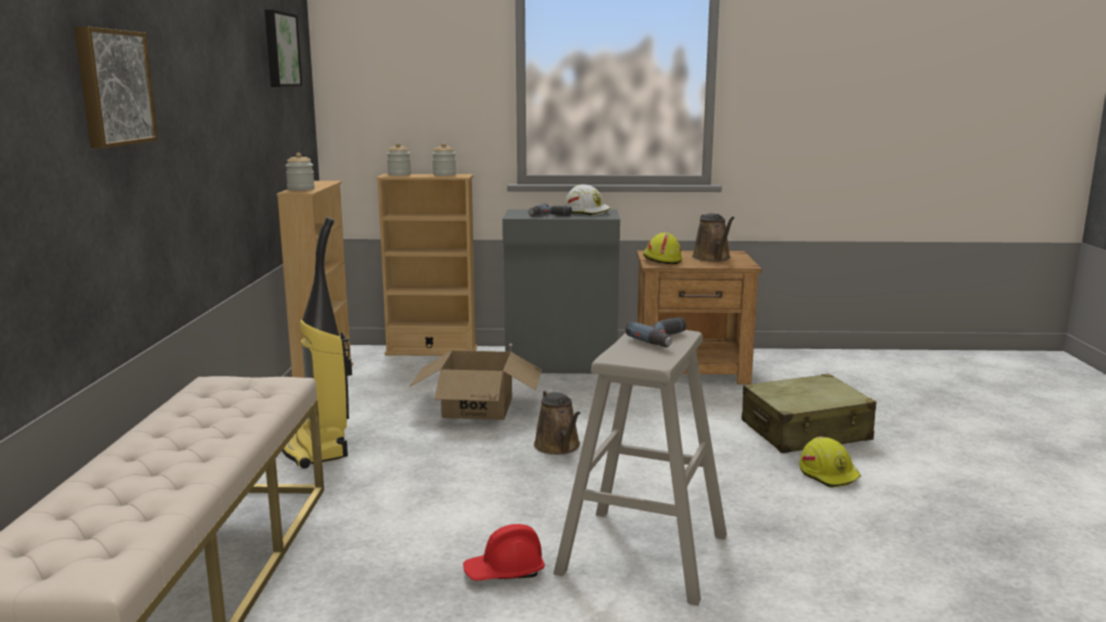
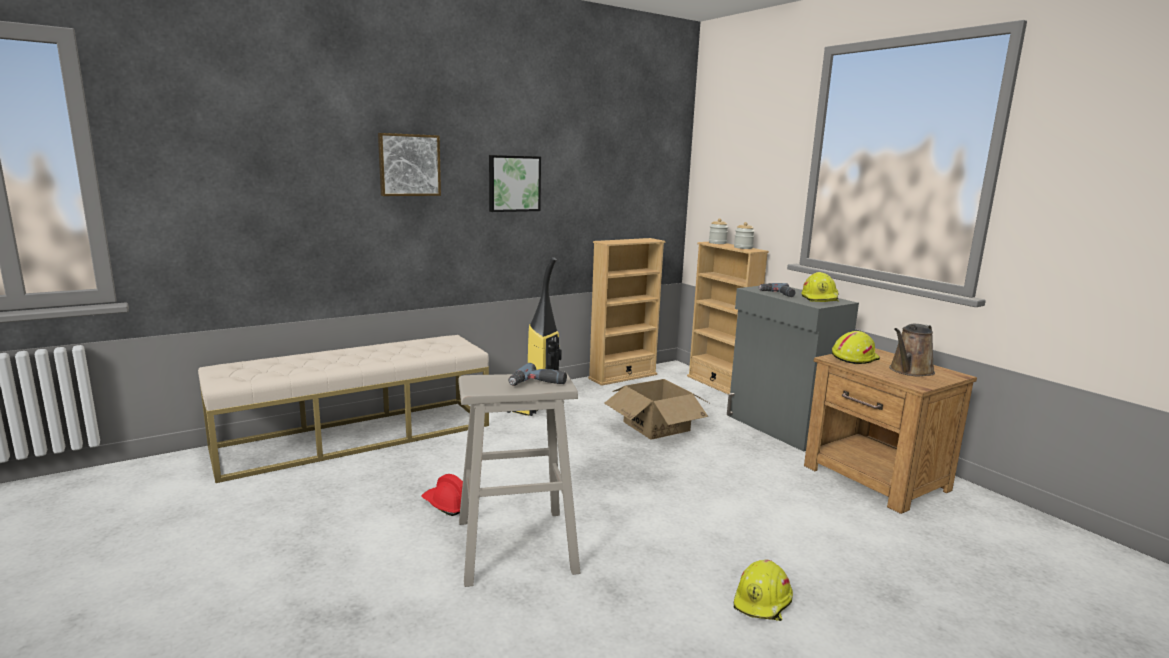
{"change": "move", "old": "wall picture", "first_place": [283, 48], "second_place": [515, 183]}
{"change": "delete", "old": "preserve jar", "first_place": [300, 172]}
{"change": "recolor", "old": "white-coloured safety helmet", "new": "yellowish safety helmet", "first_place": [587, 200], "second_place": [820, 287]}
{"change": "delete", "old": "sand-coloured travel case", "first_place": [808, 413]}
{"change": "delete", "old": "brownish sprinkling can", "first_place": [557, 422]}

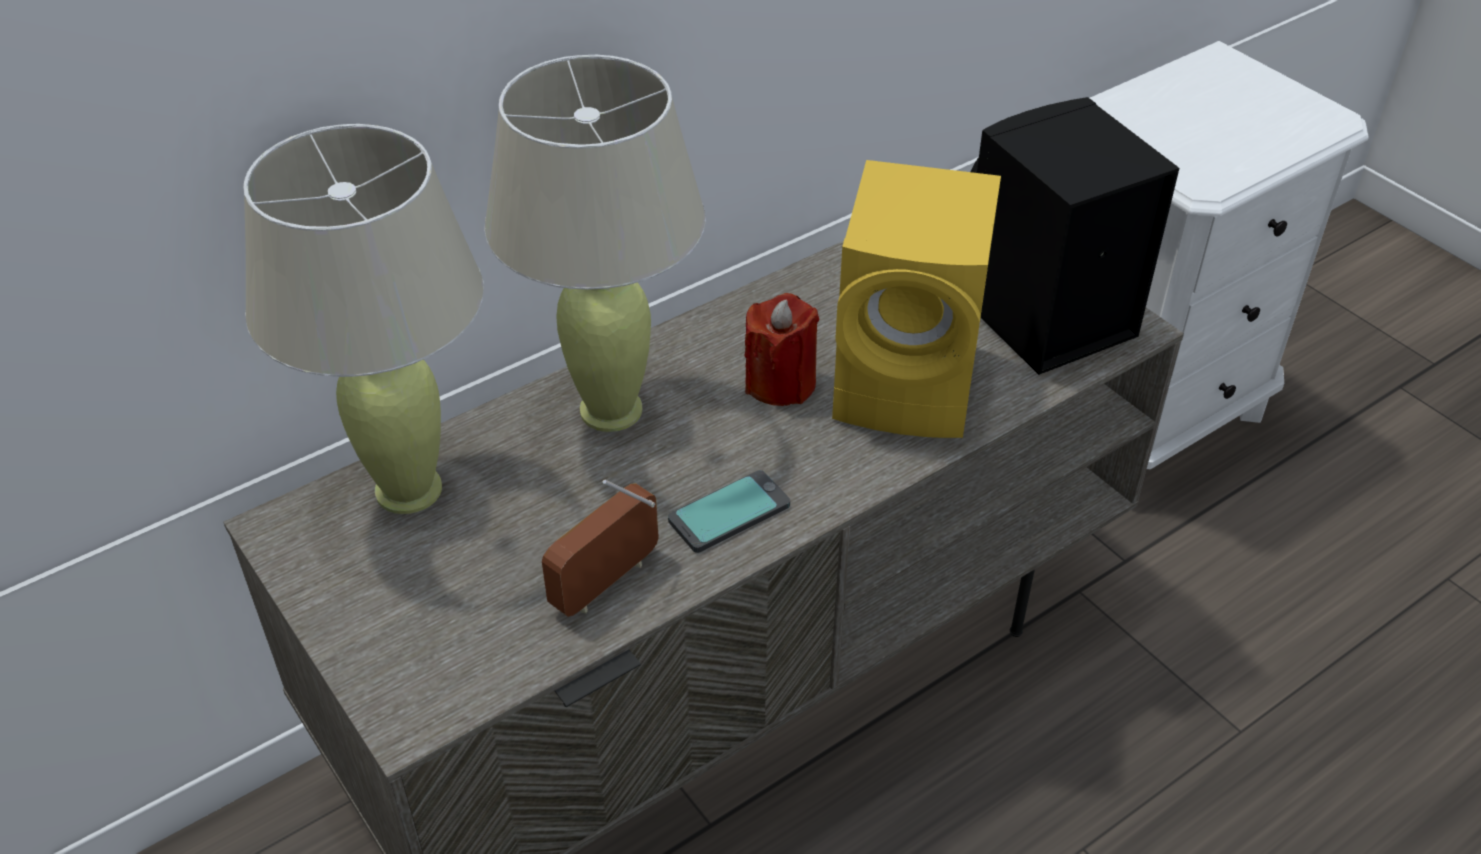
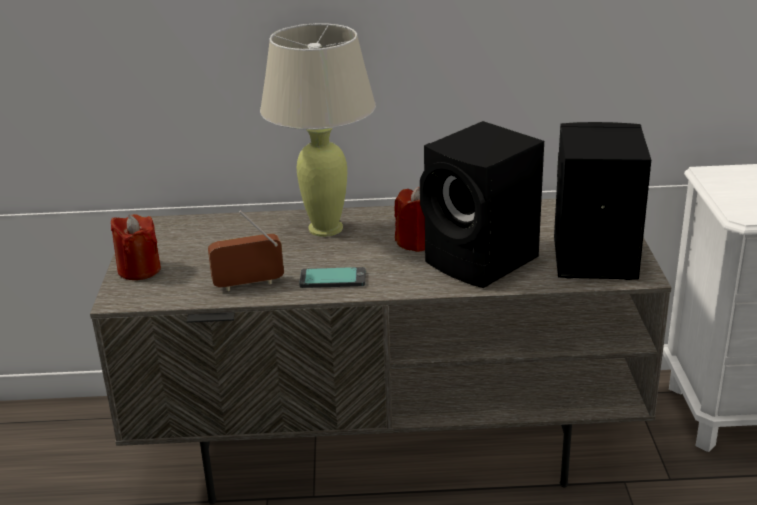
{"change": "delete", "old": "sand-coloured table lamp", "first_place": [363, 319]}
{"change": "recolor", "old": "yellowish audio speaker", "new": "black-coloured audio speaker", "first_place": [916, 299], "second_place": [482, 204]}
{"change": "insert", "new": "red wax light", "second_place": [136, 247]}

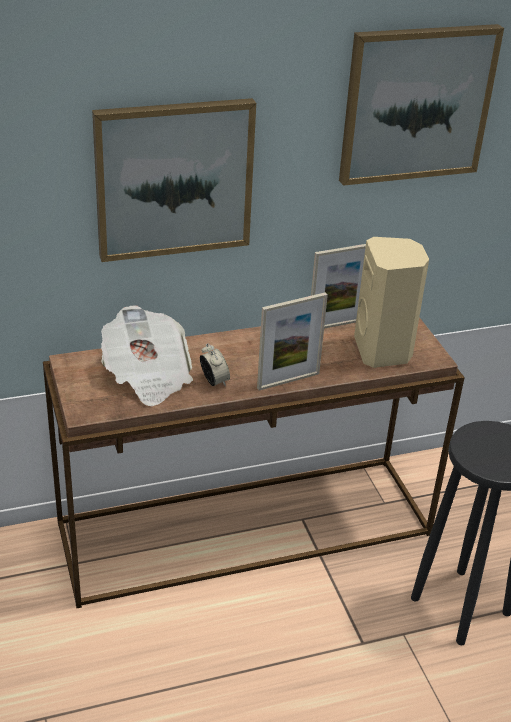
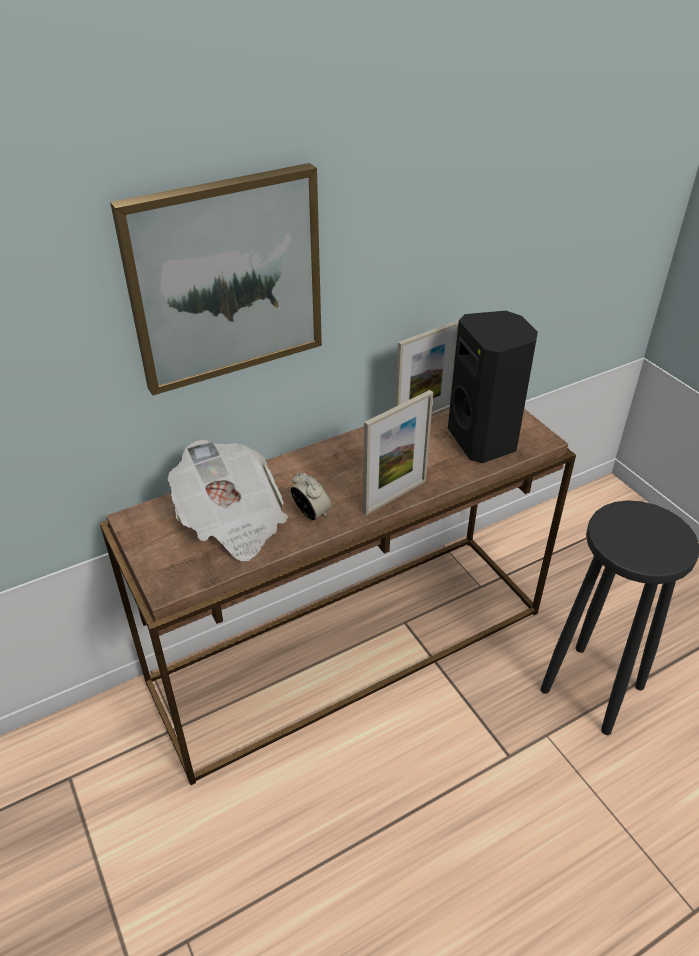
{"change": "delete", "old": "wall picture", "first_place": [421, 105]}
{"change": "recolor", "old": "sand-coloured audio speaker", "new": "black-coloured audio speaker", "first_place": [391, 302], "second_place": [493, 387]}

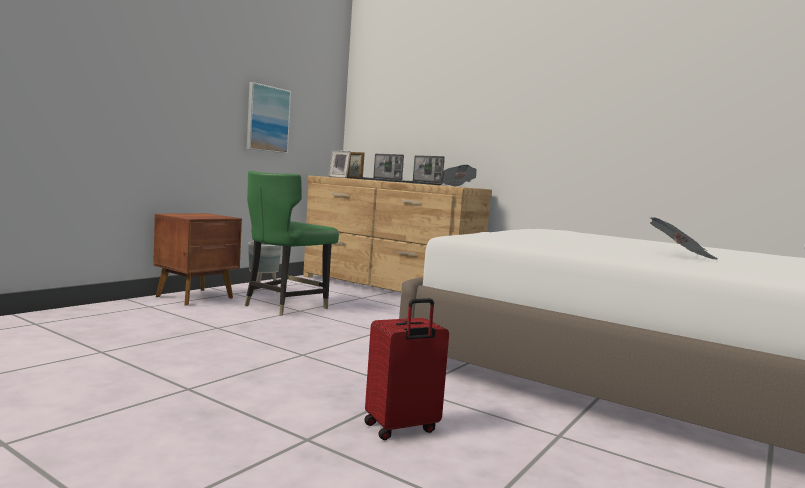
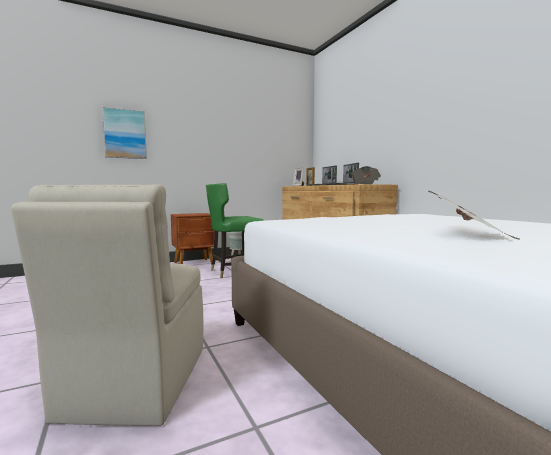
{"change": "move", "old": "wall picture", "first_place": [269, 117], "second_place": [124, 133]}
{"change": "replace", "old": "red travel case", "new": "sand-coloured upright chair", "first_place": [406, 369], "second_place": [107, 305]}

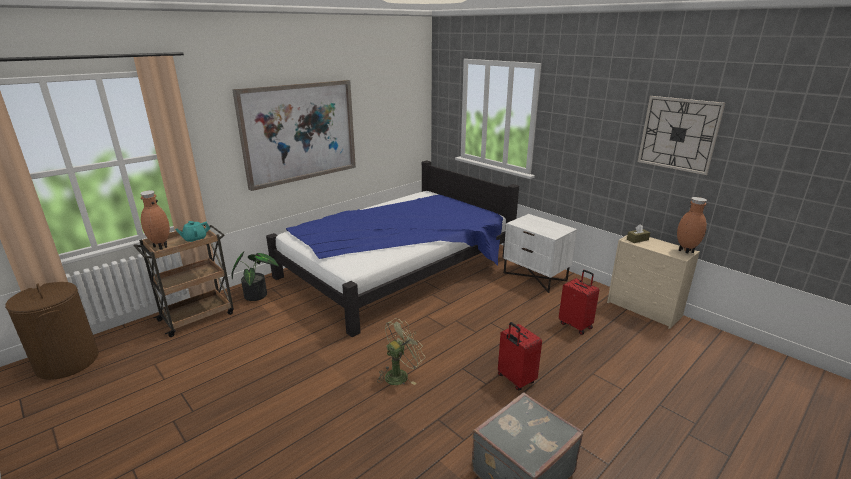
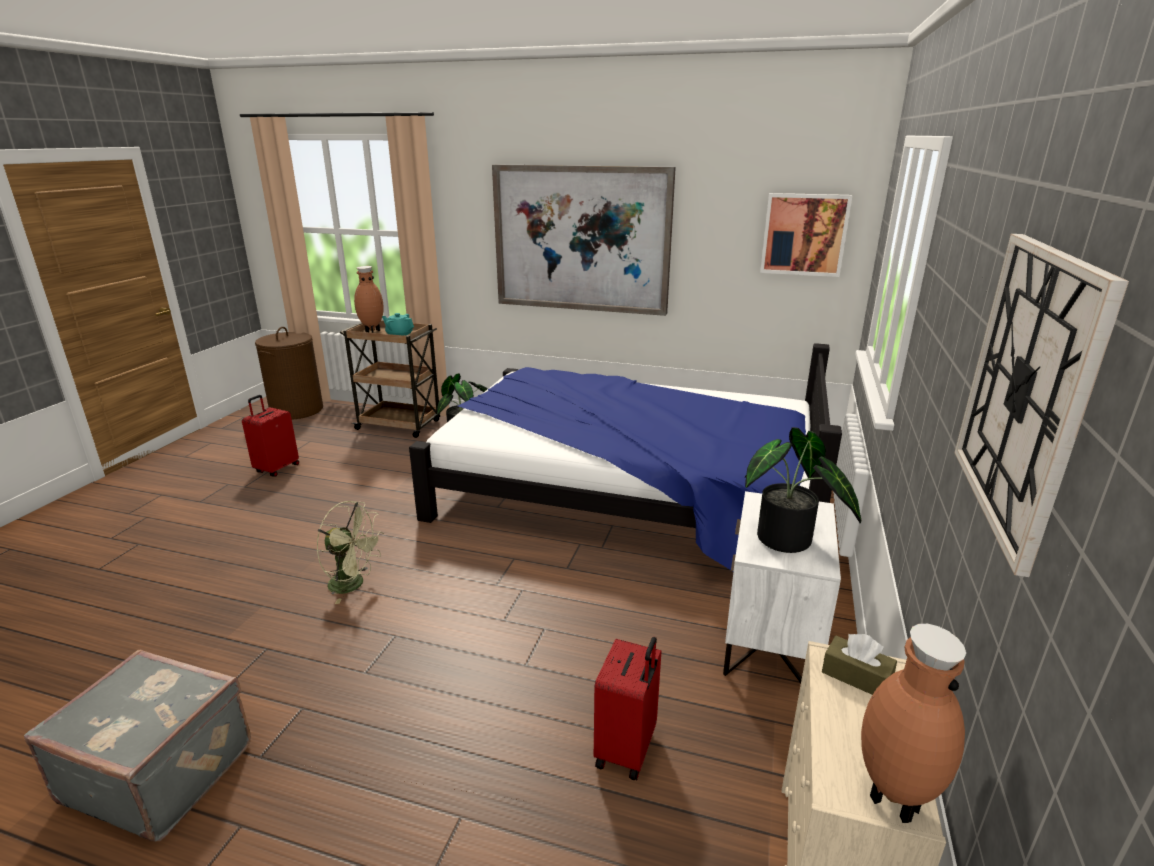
{"change": "move", "old": "red travel case", "first_place": [520, 356], "second_place": [270, 436]}
{"change": "insert", "new": "wall picture", "second_place": [806, 235]}
{"change": "insert", "new": "potted plant", "second_place": [803, 490]}

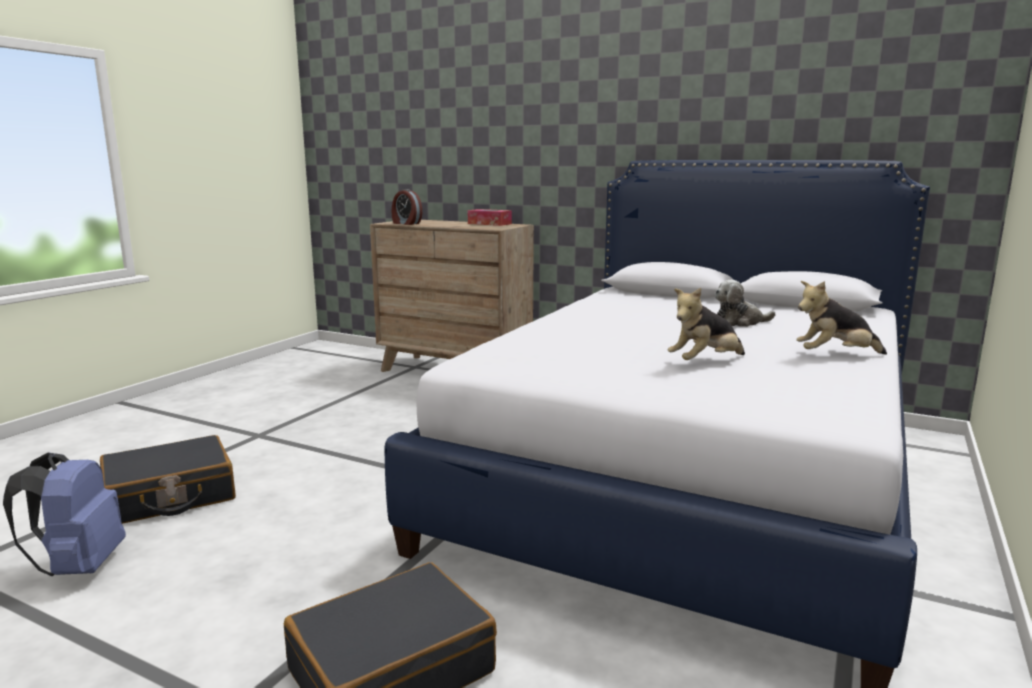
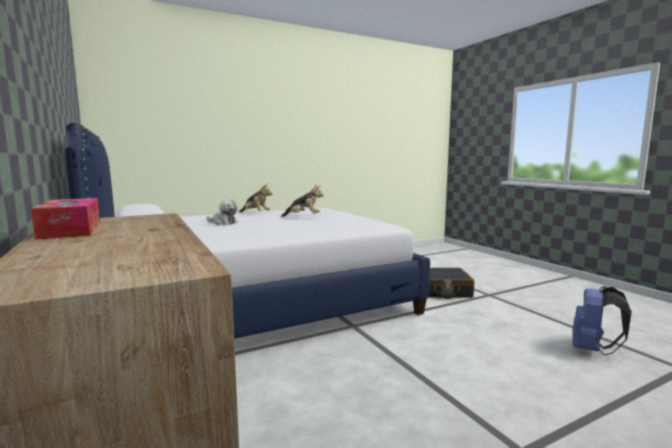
{"change": "delete", "old": "table clock", "first_place": [407, 207]}
{"change": "delete", "old": "black-coloured travel case", "first_place": [168, 479]}

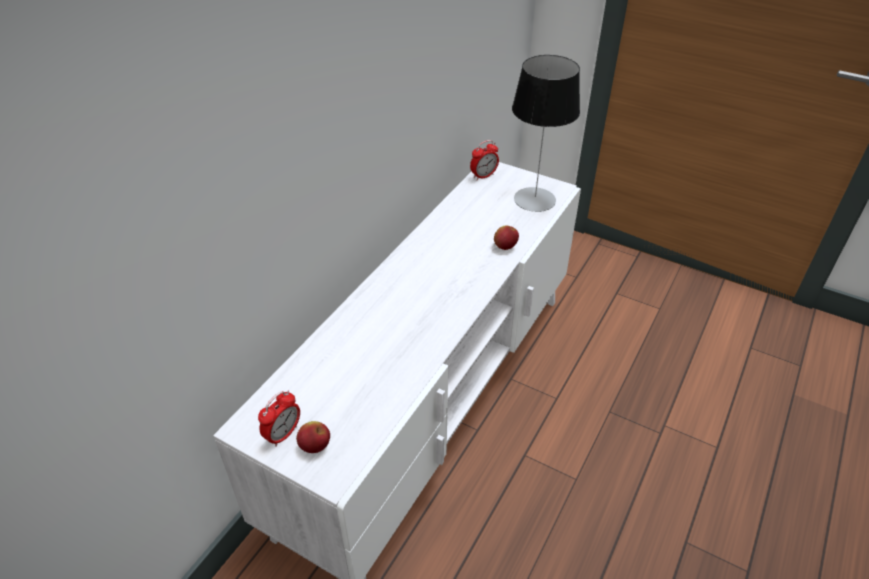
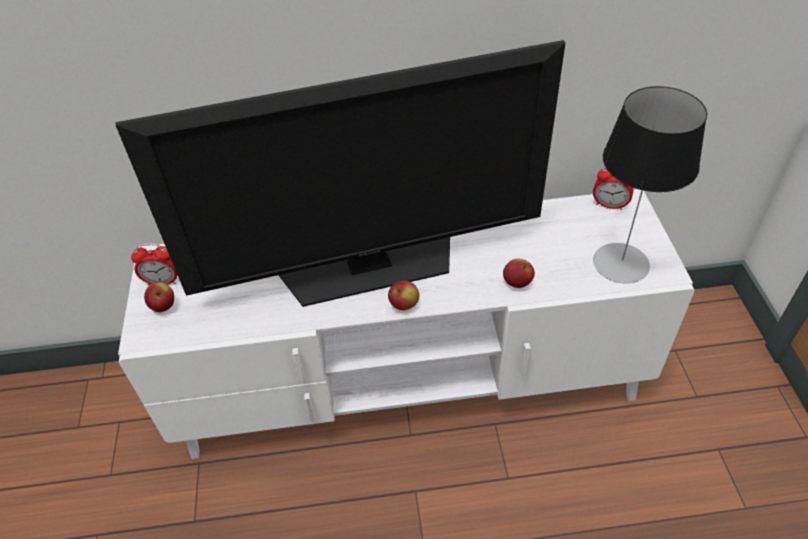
{"change": "insert", "new": "TV", "second_place": [341, 173]}
{"change": "insert", "new": "apple", "second_place": [404, 295]}

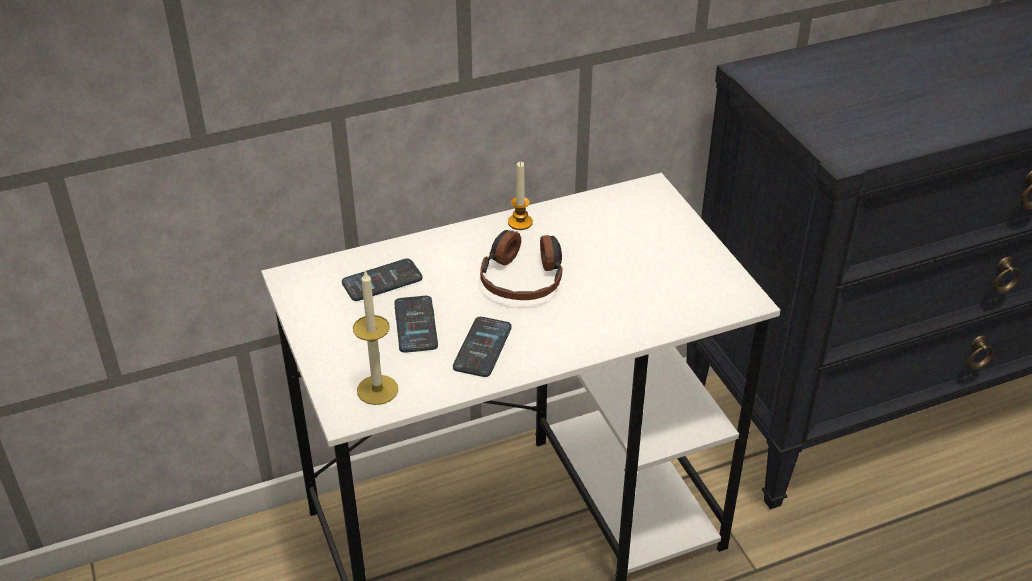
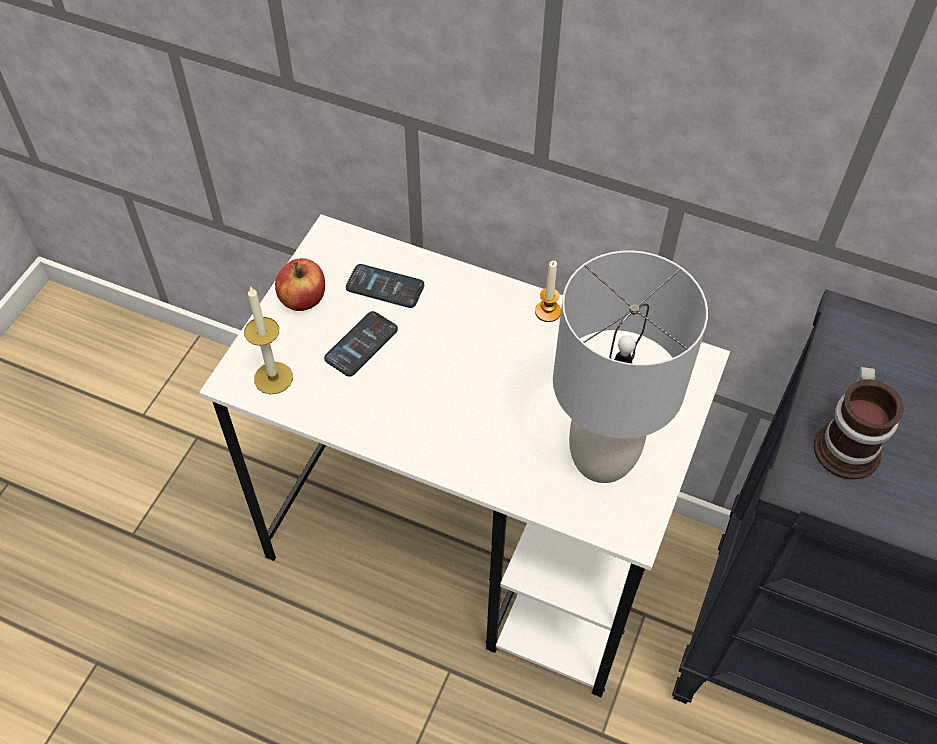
{"change": "delete", "old": "headset", "first_place": [521, 265]}
{"change": "delete", "old": "handset", "first_place": [482, 347]}
{"change": "insert", "new": "greyish table lamp", "second_place": [630, 367]}
{"change": "insert", "new": "apple", "second_place": [300, 284]}
{"change": "insert", "new": "tea mug", "second_place": [859, 423]}

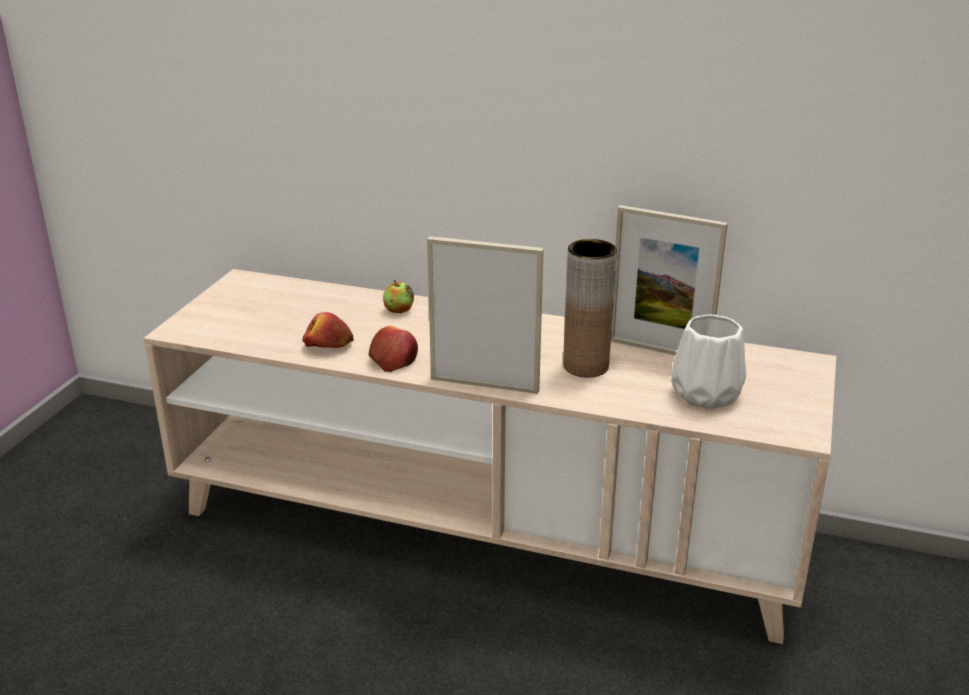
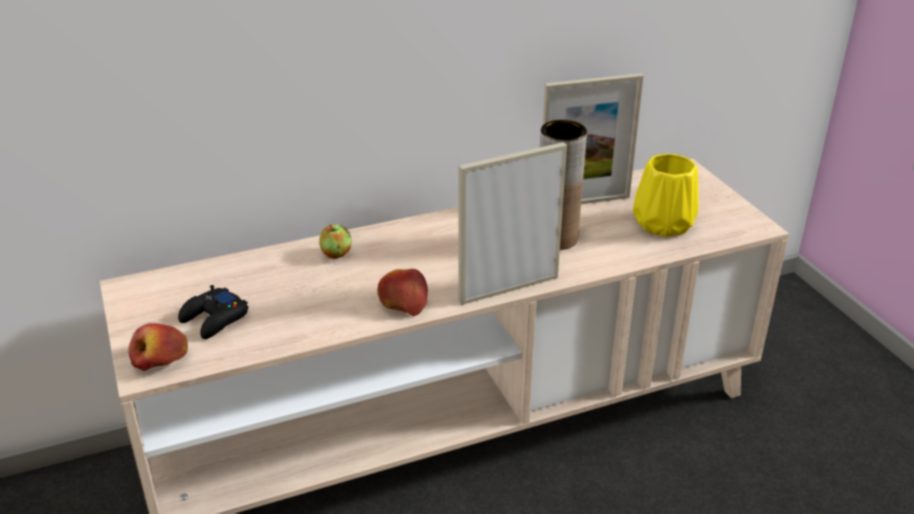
{"change": "move", "old": "apple", "first_place": [328, 330], "second_place": [158, 347]}
{"change": "recolor", "old": "white-coloured flower vase", "new": "yellowish flower vase", "first_place": [708, 361], "second_place": [666, 195]}
{"change": "insert", "new": "black-coloured joypad", "second_place": [213, 312]}

